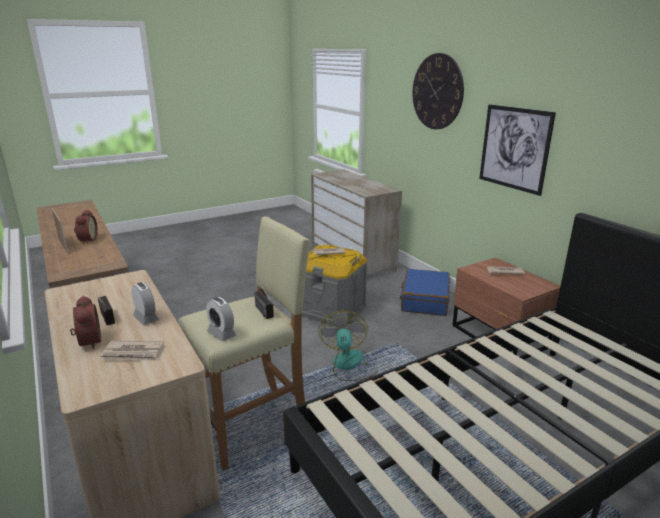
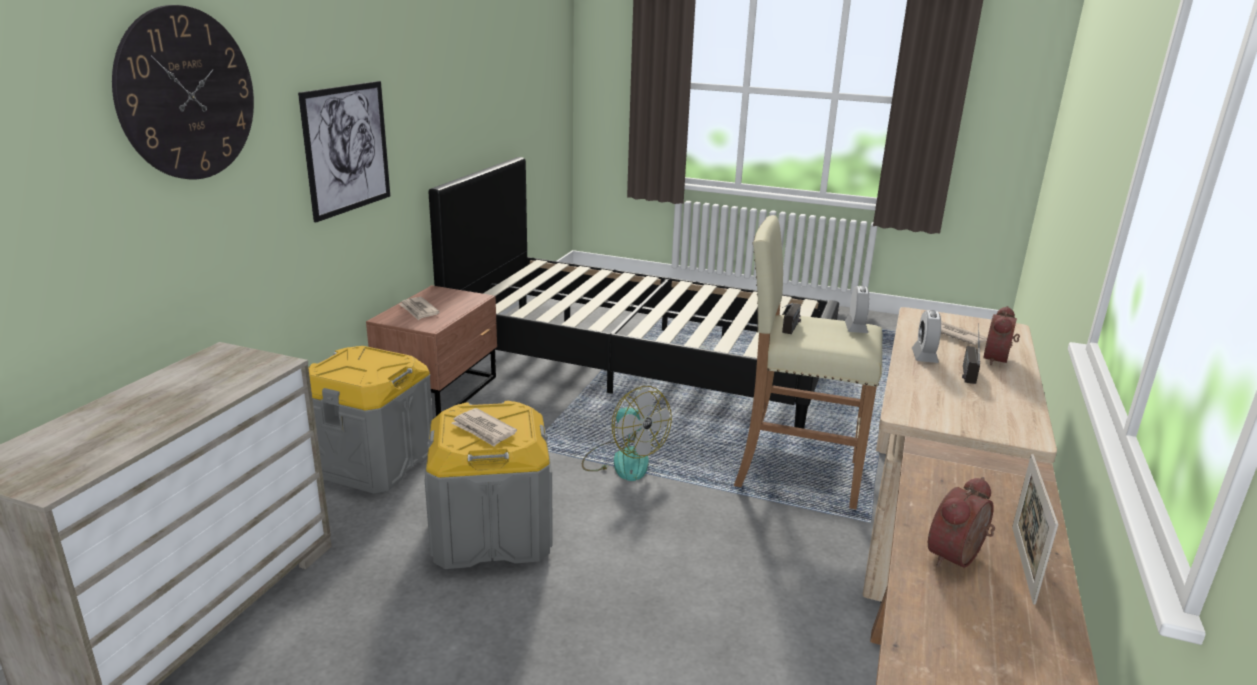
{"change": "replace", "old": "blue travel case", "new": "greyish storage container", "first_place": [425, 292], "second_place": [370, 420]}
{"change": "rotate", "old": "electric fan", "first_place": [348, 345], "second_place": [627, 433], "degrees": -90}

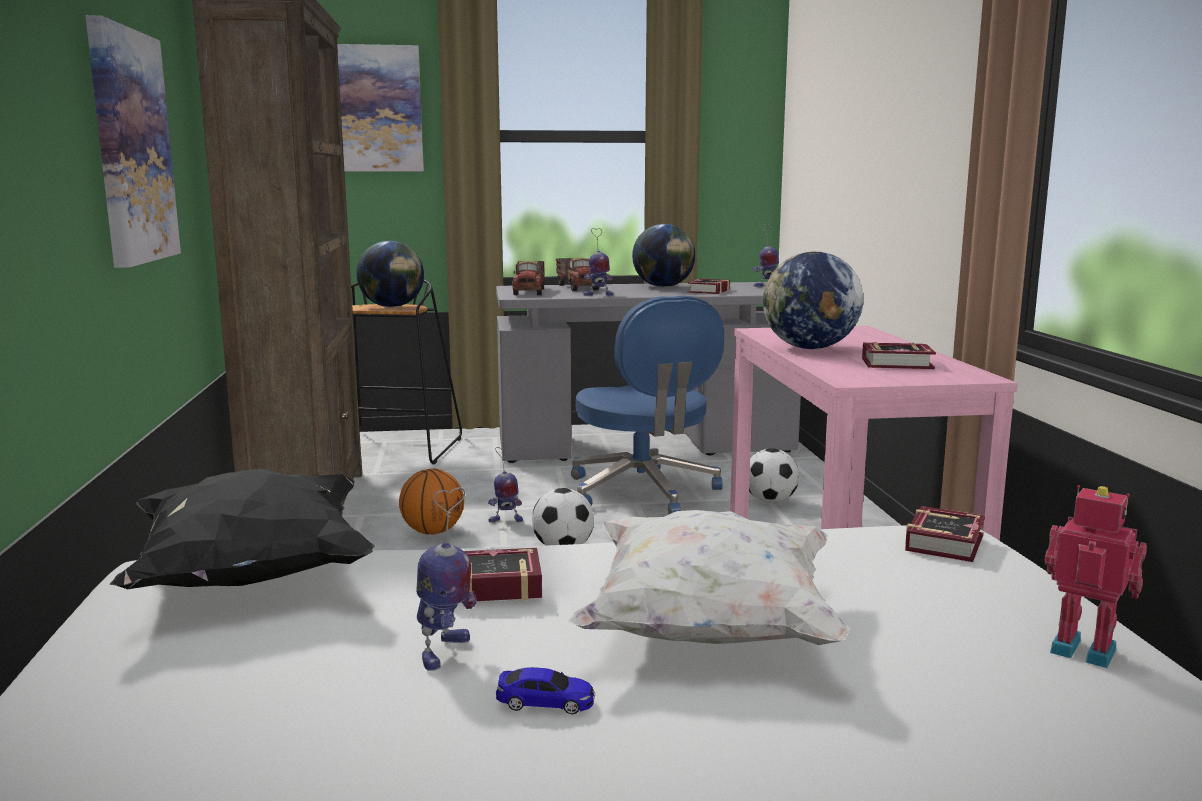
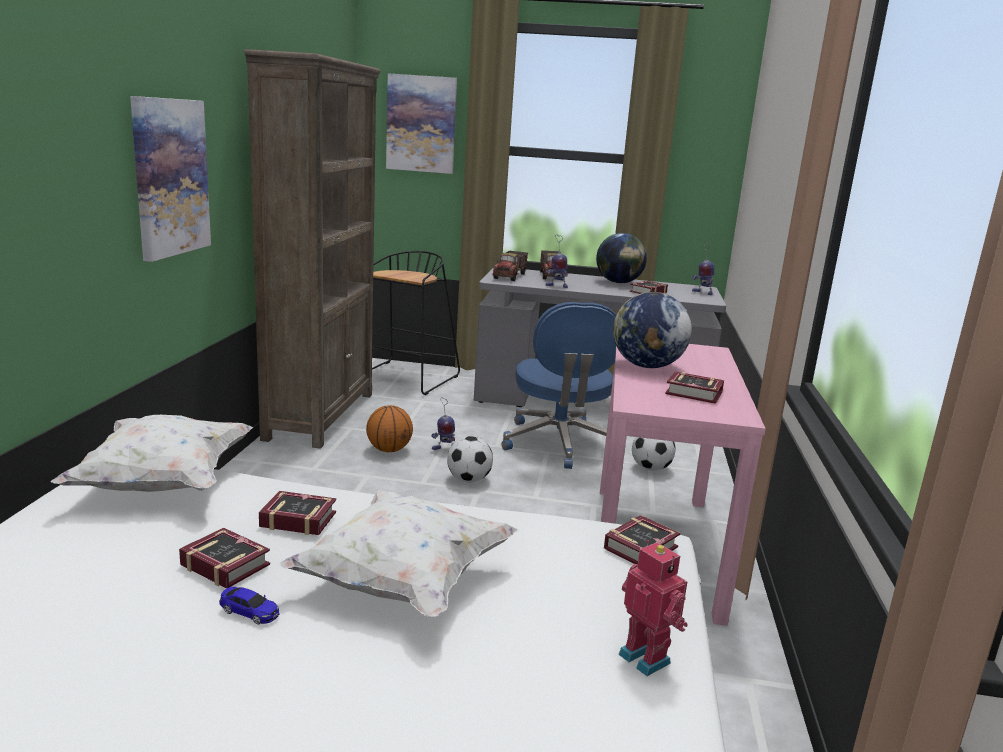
{"change": "delete", "old": "world globe", "first_place": [390, 274]}
{"change": "recolor", "old": "black-coloured pillow", "new": "white-coloured pillow", "first_place": [242, 529], "second_place": [151, 453]}
{"change": "replace", "old": "toy robot", "new": "volume", "first_place": [446, 579], "second_place": [224, 558]}

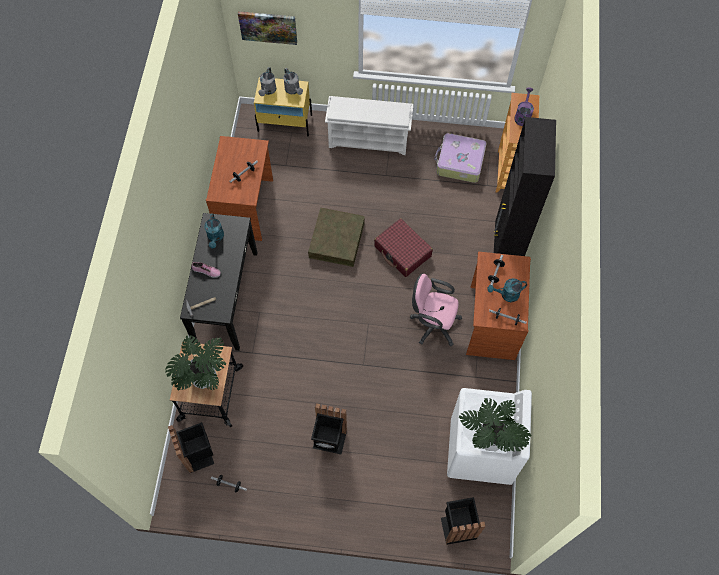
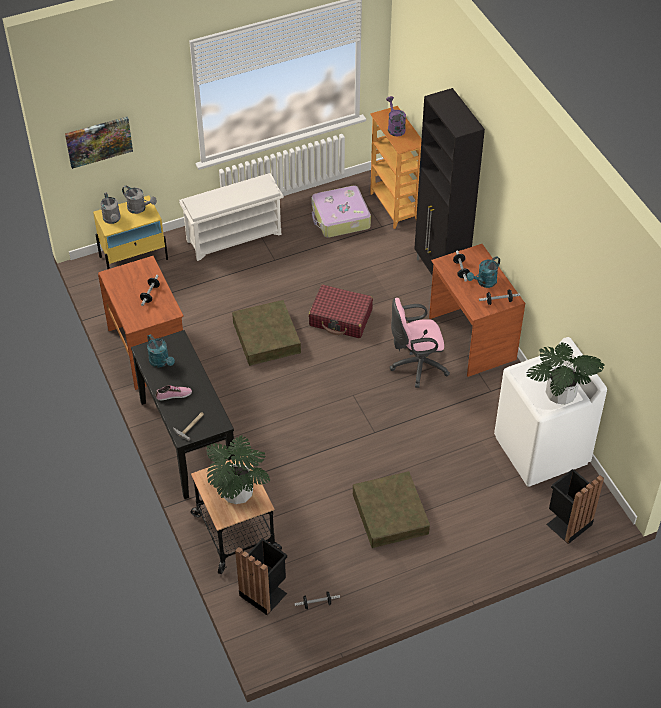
{"change": "replace", "old": "black-coloured waste bin", "new": "brownish storage container", "first_place": [329, 429], "second_place": [391, 509]}

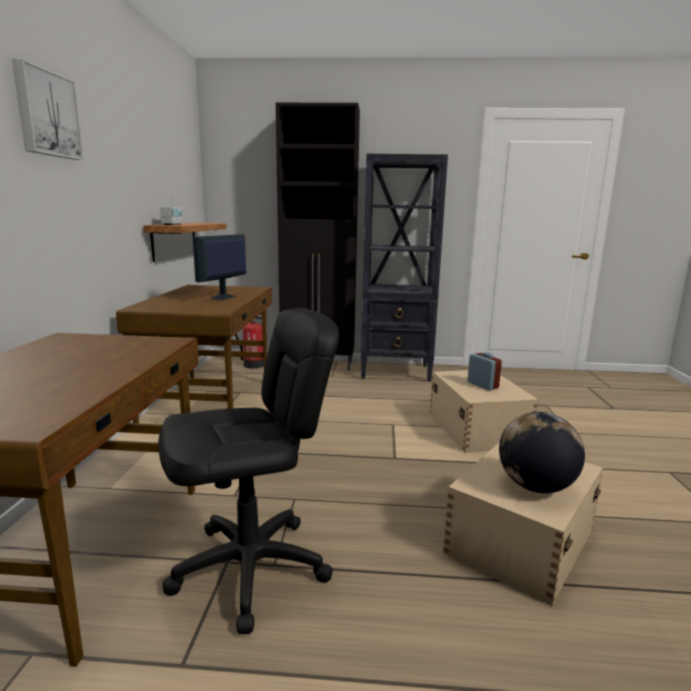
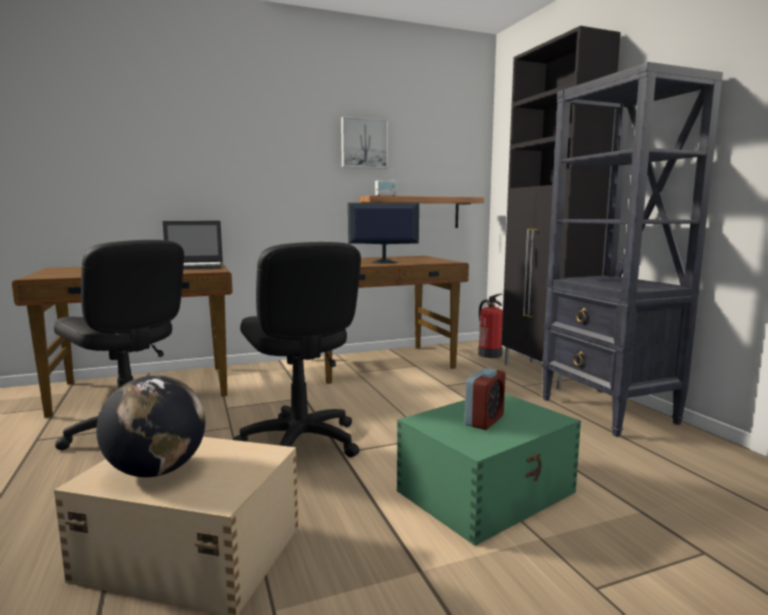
{"change": "move", "old": "wall picture", "first_place": [48, 109], "second_place": [364, 142]}
{"change": "recolor", "old": "sand-coloured storage container", "new": "green storage container", "first_place": [484, 411], "second_place": [489, 470]}
{"change": "insert", "new": "notebook computer", "second_place": [193, 245]}
{"change": "insert", "new": "black-coloured computer chair", "second_place": [297, 349]}

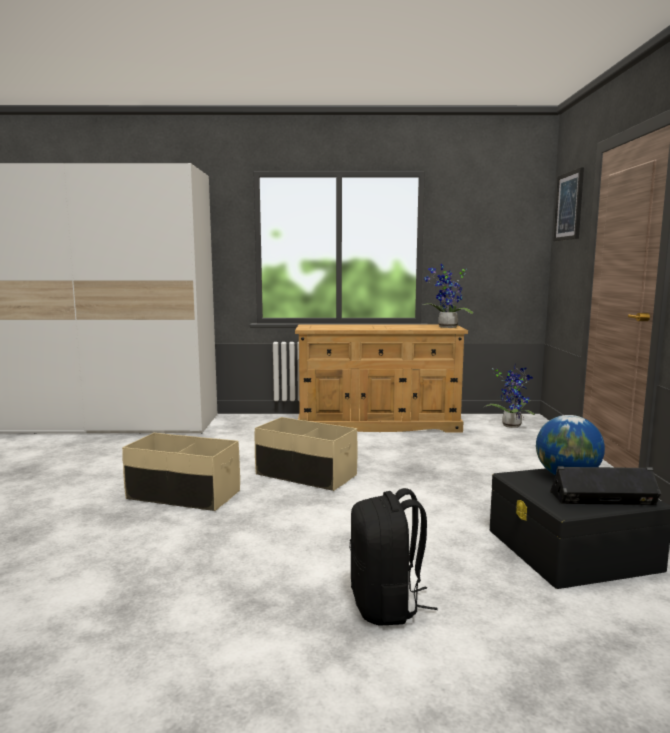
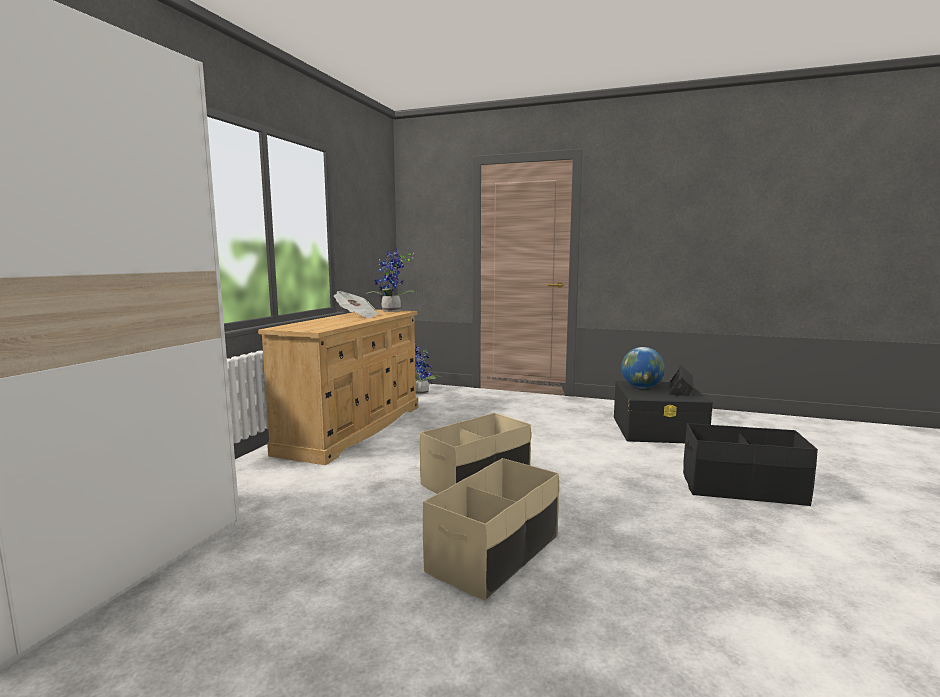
{"change": "delete", "old": "wall picture", "first_place": [569, 204]}
{"change": "replace", "old": "black-coloured knapsack", "new": "black-coloured storage container", "first_place": [394, 557], "second_place": [750, 464]}
{"change": "insert", "new": "printed paper", "second_place": [356, 304]}

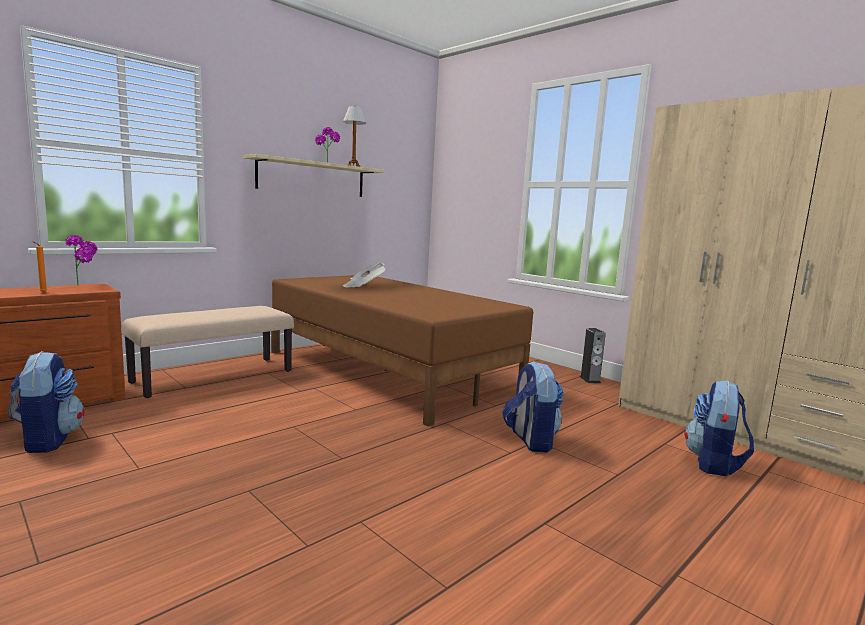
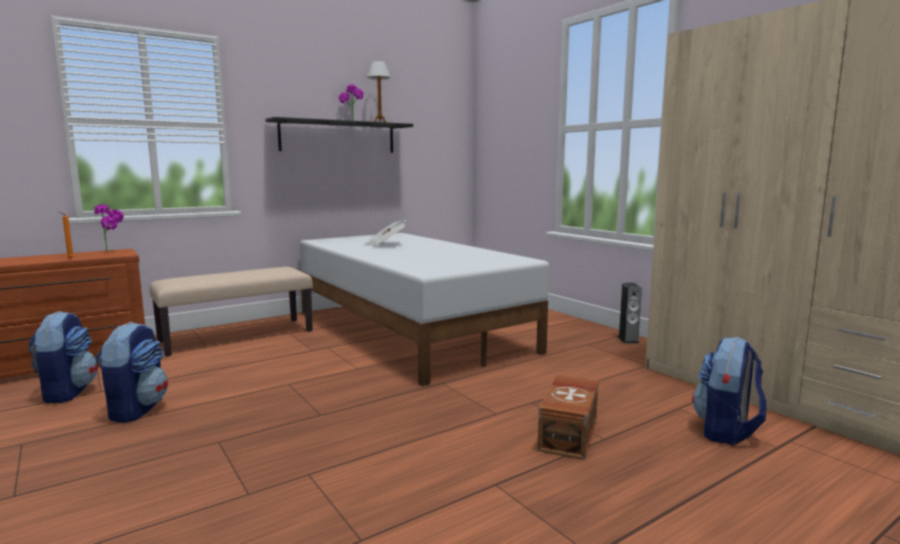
{"change": "recolor", "old": "sand-coloured wall shelf", "new": "black-coloured wall shelf", "first_place": [314, 175], "second_place": [339, 135]}
{"change": "recolor", "old": "brownish bed", "new": "white-coloured bed", "first_place": [402, 351], "second_place": [424, 309]}
{"change": "move", "old": "knapsack", "first_place": [533, 407], "second_place": [132, 372]}
{"change": "insert", "new": "brownish storage container", "second_place": [567, 417]}

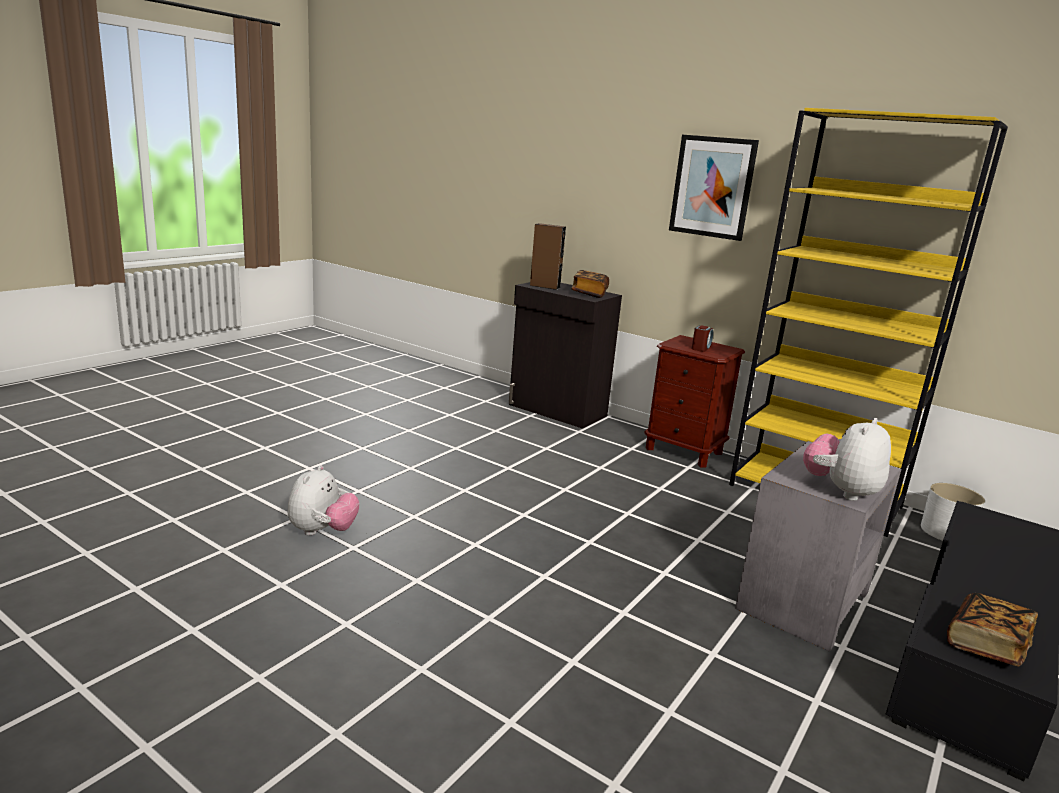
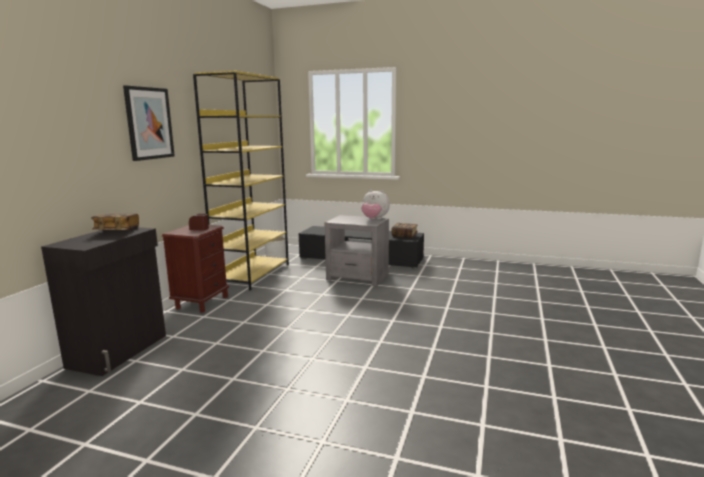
{"change": "delete", "old": "brownish audio speaker", "first_place": [548, 256]}
{"change": "delete", "old": "cuddly toy", "first_place": [323, 500]}

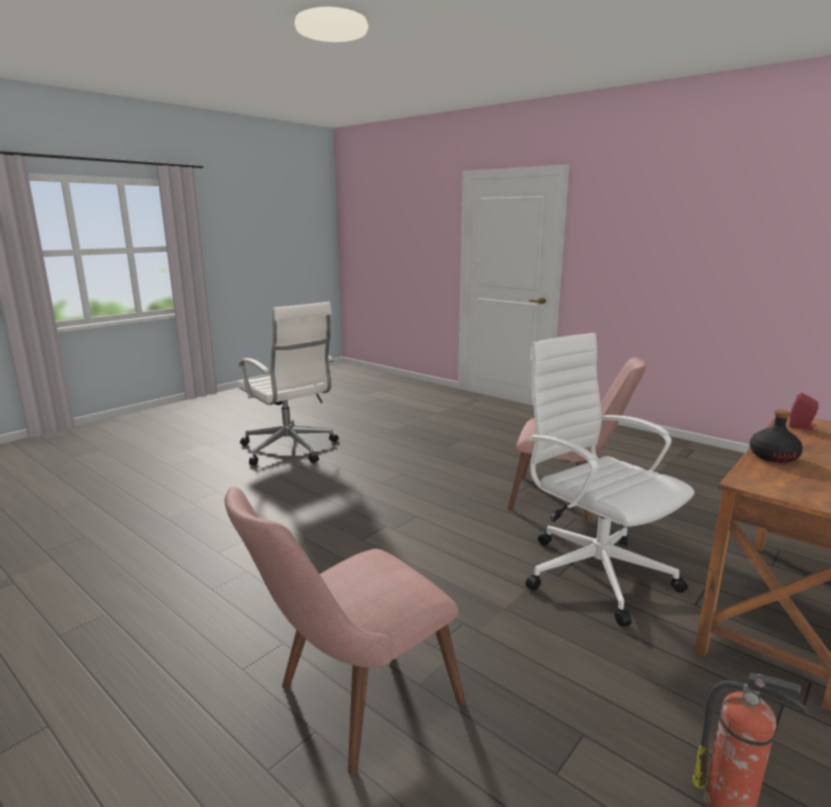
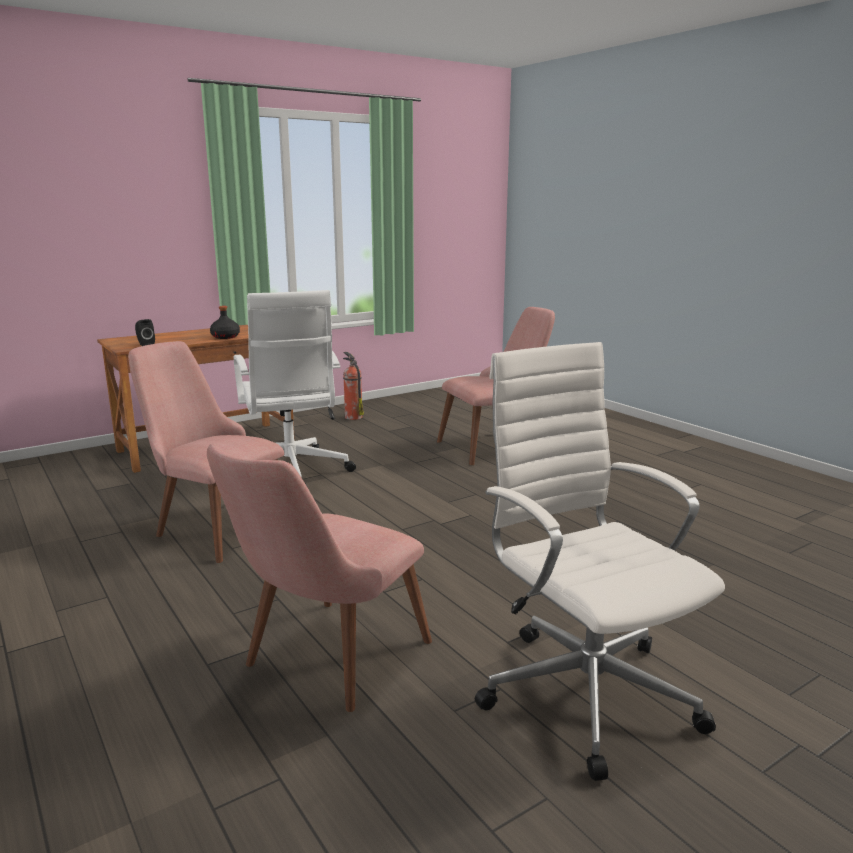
{"change": "recolor", "old": "red audio speaker", "new": "black-coloured audio speaker", "first_place": [804, 411], "second_place": [145, 332]}
{"change": "insert", "new": "pink-coloured upright chair", "second_place": [319, 578]}

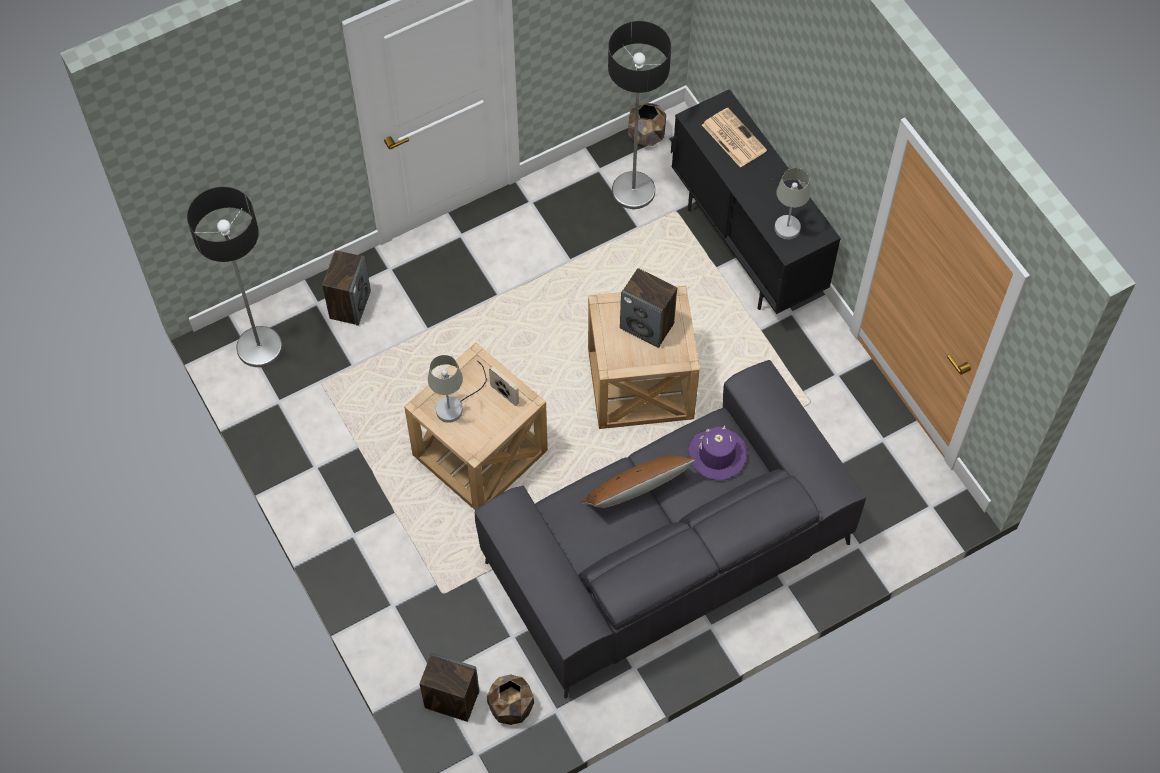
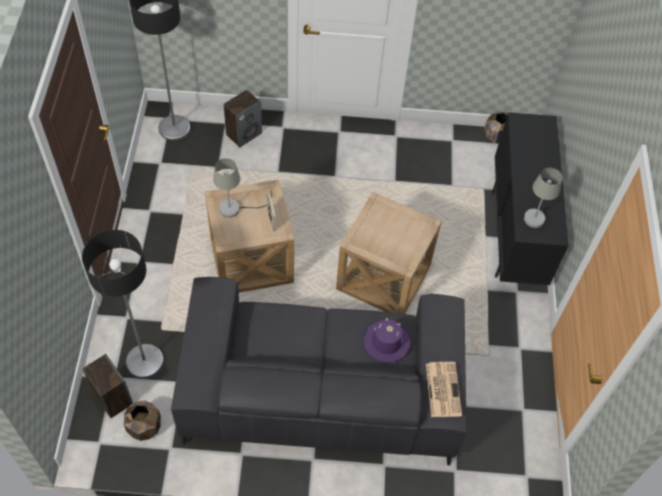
{"change": "move", "old": "standing lamp", "first_place": [639, 115], "second_place": [123, 304]}
{"change": "move", "old": "printed paper", "first_place": [734, 138], "second_place": [444, 389]}
{"change": "delete", "old": "audio speaker", "first_place": [648, 308]}
{"change": "delete", "old": "brownish pillow", "first_place": [638, 481]}

